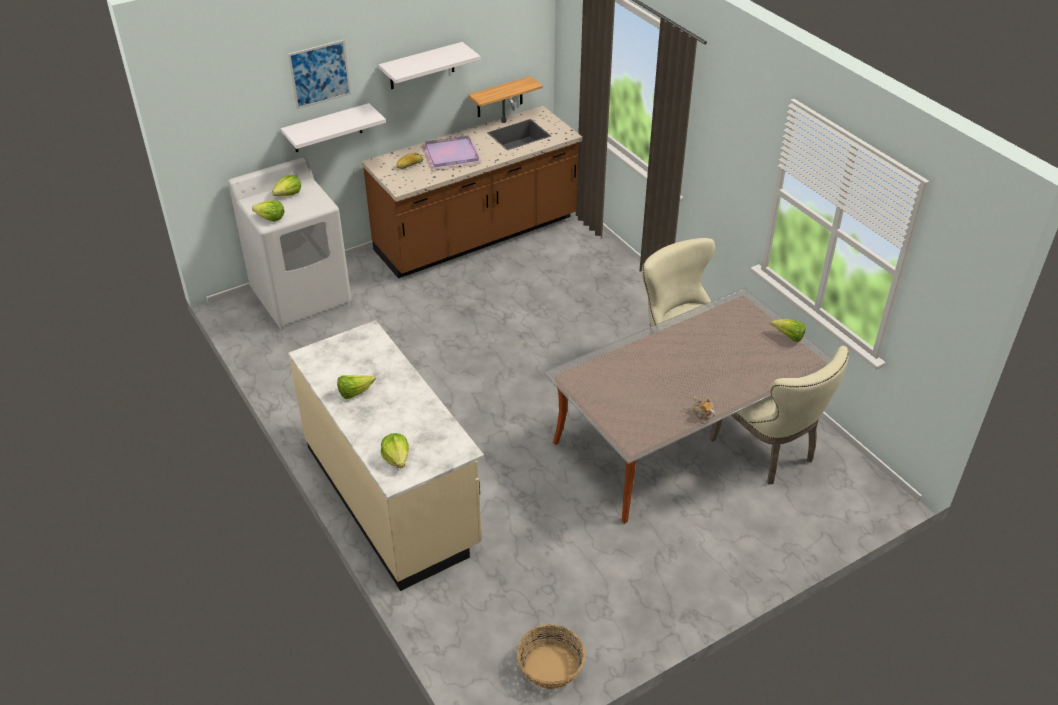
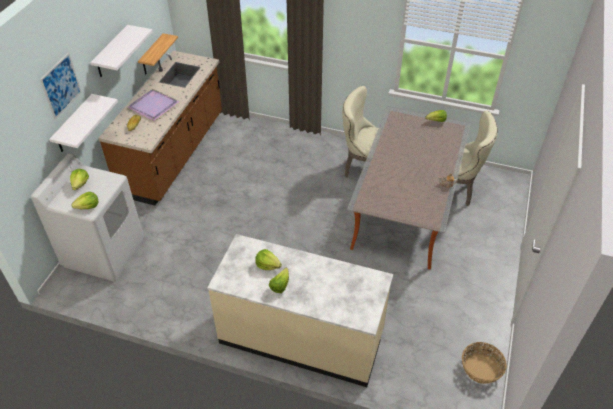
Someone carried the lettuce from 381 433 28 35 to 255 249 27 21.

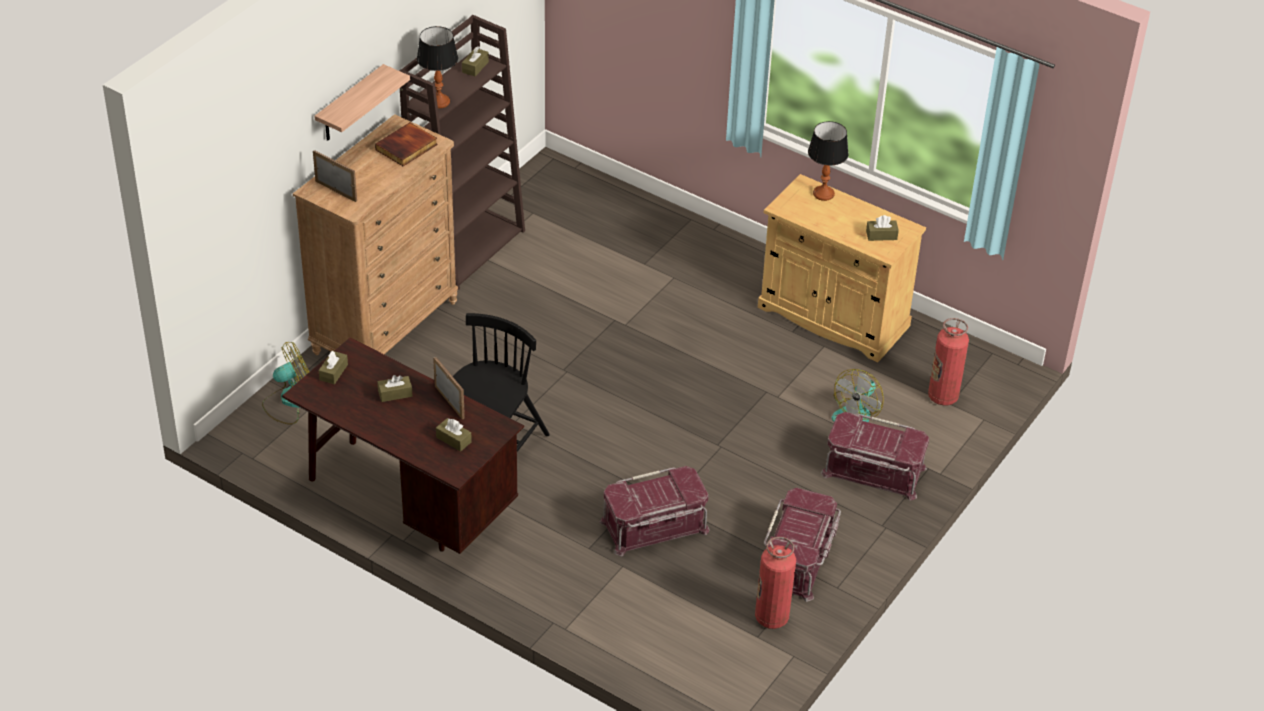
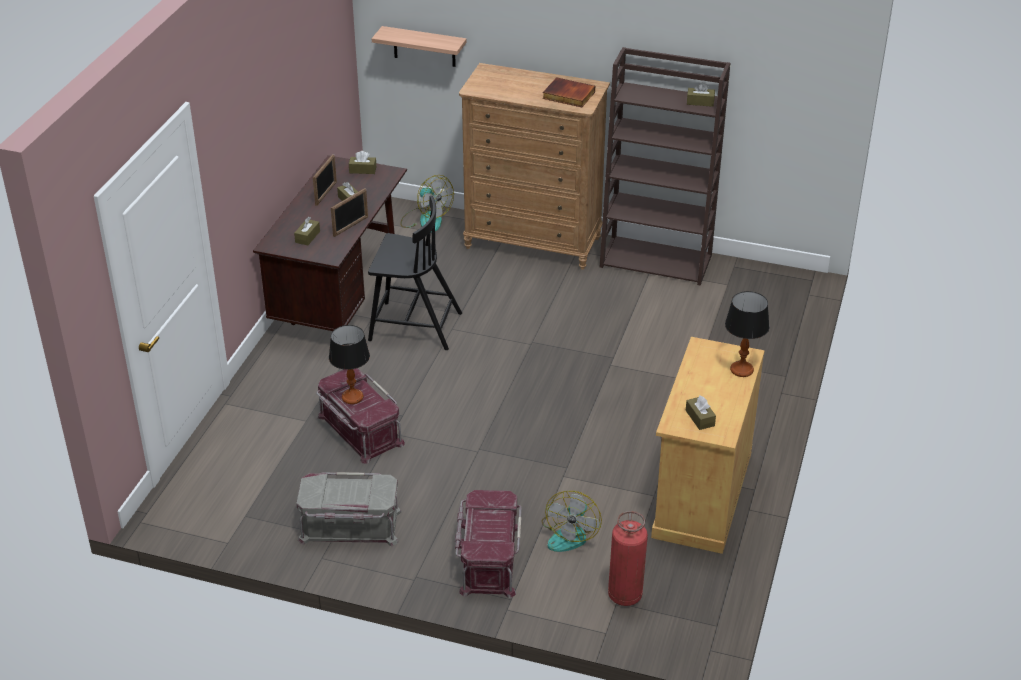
Someone took away the fire-fighting cylinder at 755 537 41 92.
Someone carried the standing frame from 313 150 44 52 to 313 154 24 52.
Someone carried the wall shelf from 314 64 96 77 to 372 26 95 41.
Someone carried the tabletop lamp from 417 26 41 82 to 329 325 41 79.
Someone repainted the storage bin (red-coloured) at 764 488 77 114, which became the storage bin (greyish) at 296 472 106 74.
Someone rotated the fan at 832 369 52 53 by 90 degrees counterclockwise.

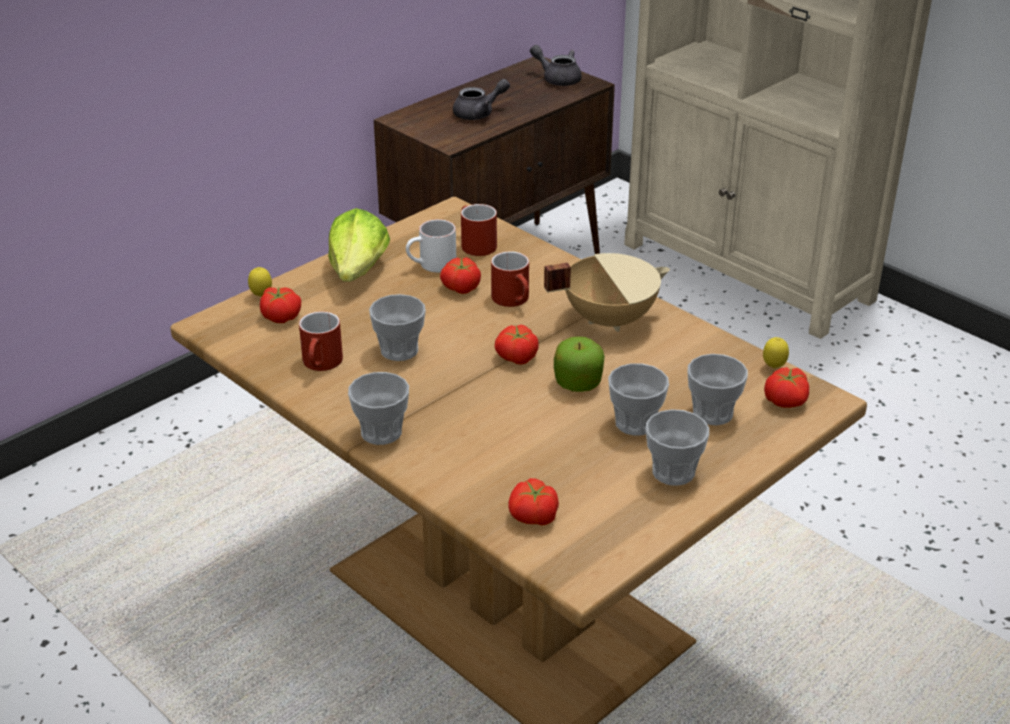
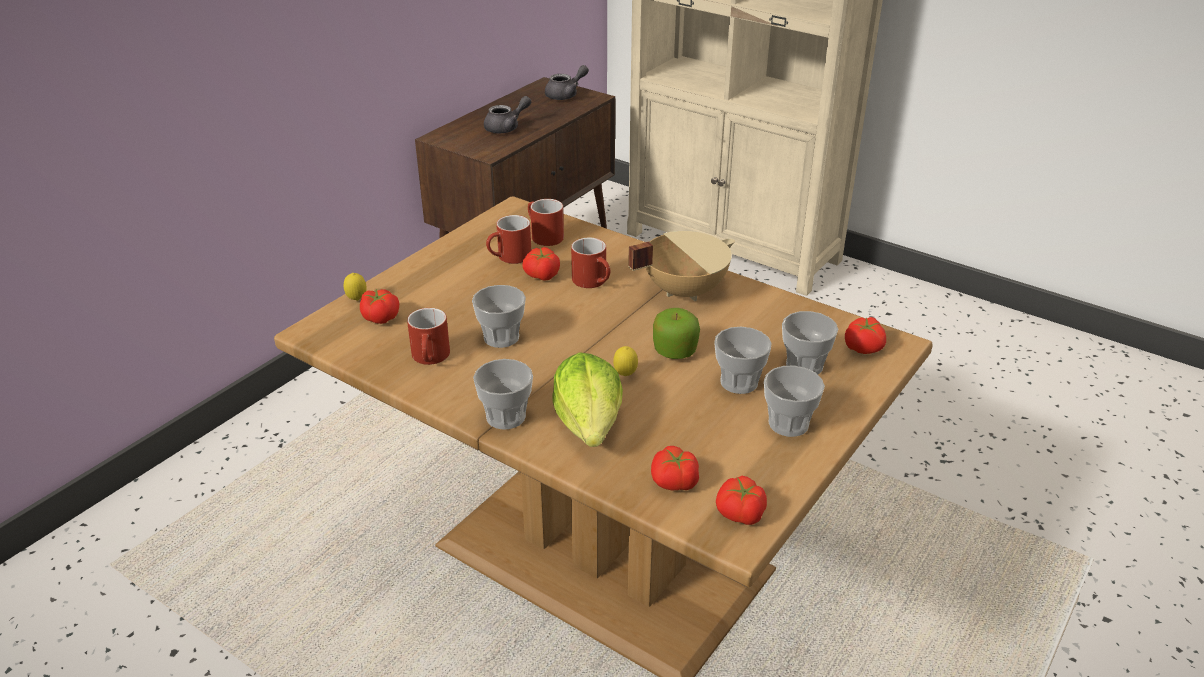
Someone carried the lettuce from 328 208 62 74 to 553 352 70 95.
Someone carried the tomato from 495 324 44 41 to 716 476 51 49.
Someone carried the whole lemon from 763 337 26 31 to 613 346 25 30.
Someone repainted the mug (white) at 406 219 50 54, which became the mug (red-coloured) at 486 215 45 49.
Someone rotated the pot for tea (greyish) at 530 45 52 41 by 120 degrees clockwise.

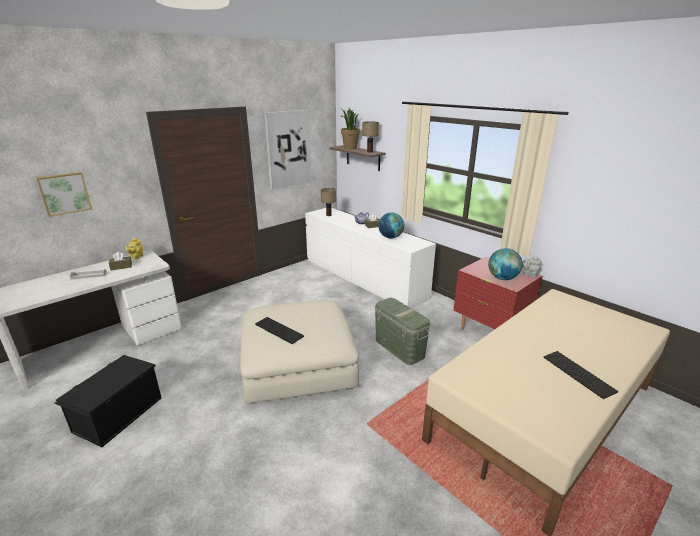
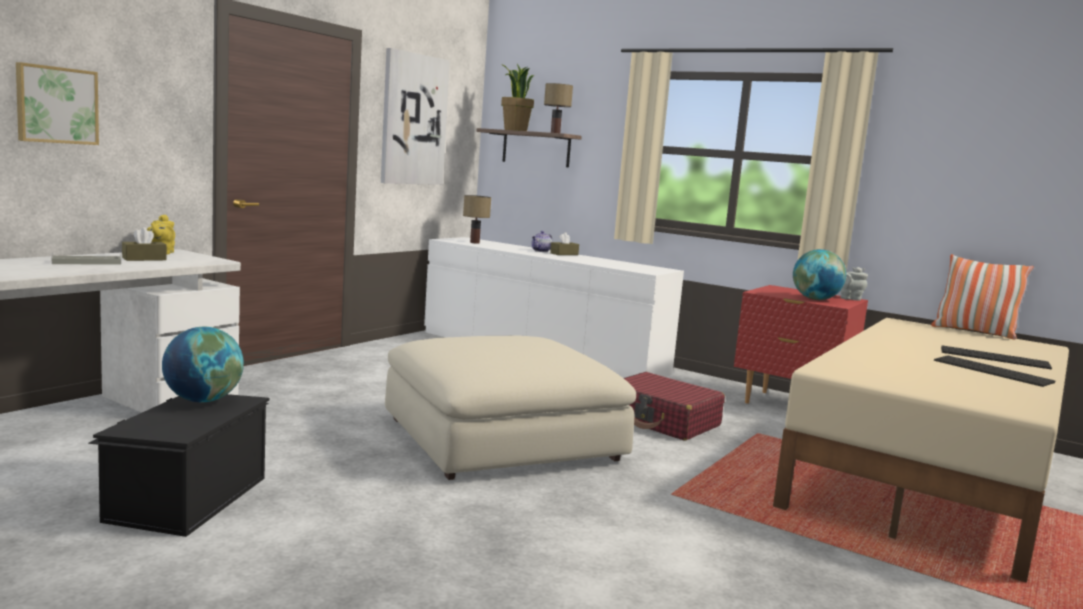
Someone put down the cushion at 931 254 103 86.
Someone carried the keyboard from 255 317 49 27 to 941 346 111 23.
Someone carried the globe from 378 212 26 27 to 162 327 82 75.
Someone swapped the storage bin (green) at 375 298 55 67 for the piece of luggage (red-coloured) at 624 372 101 69.

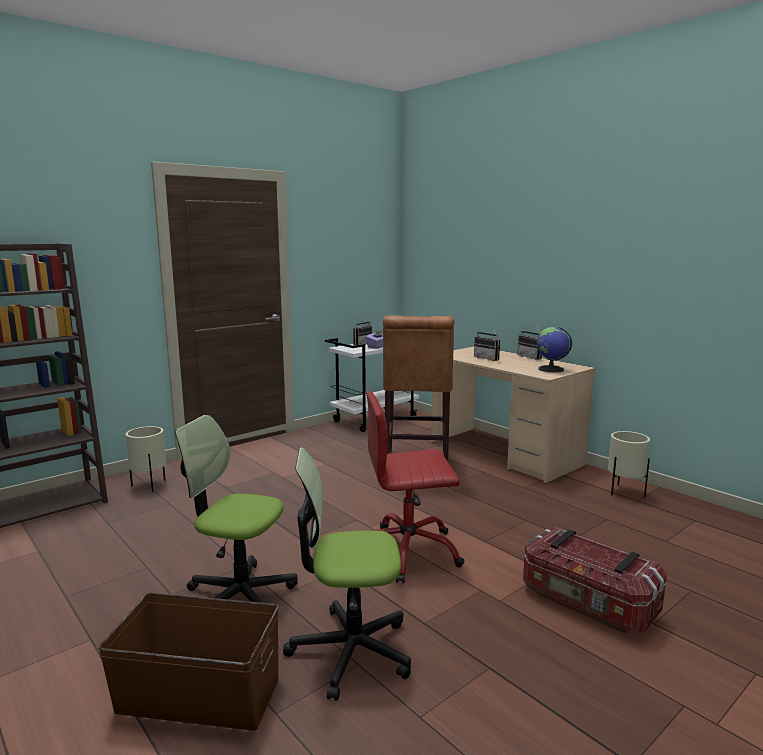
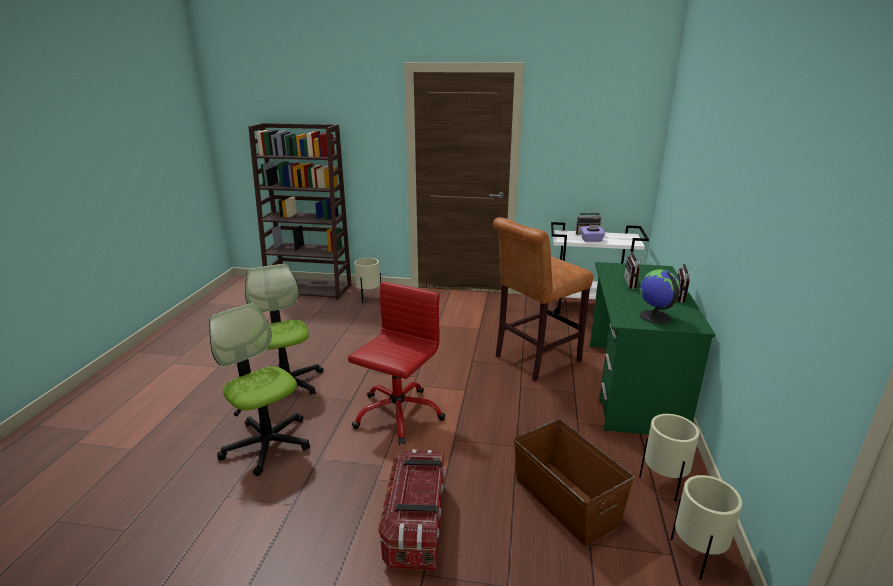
Someone put down the plant pot (beige) at 670 475 72 105.
Someone carried the storage bin (brownish) from 98 593 181 138 to 514 419 120 127.
Someone repainted the desk (beige) at 431 347 164 136, which became the desk (green) at 590 262 126 173.
Someone rotated the office chair (red-coloured) at 366 391 99 192 by 75 degrees clockwise.

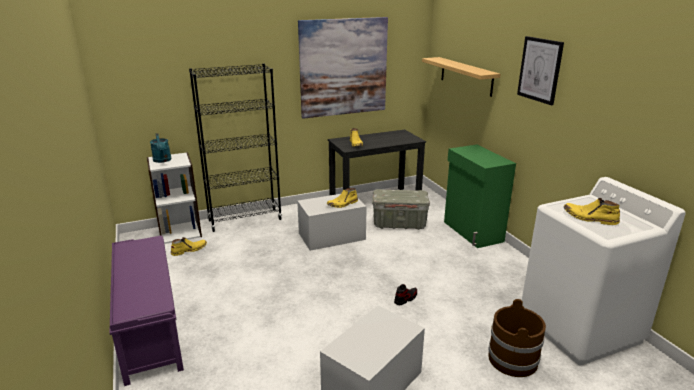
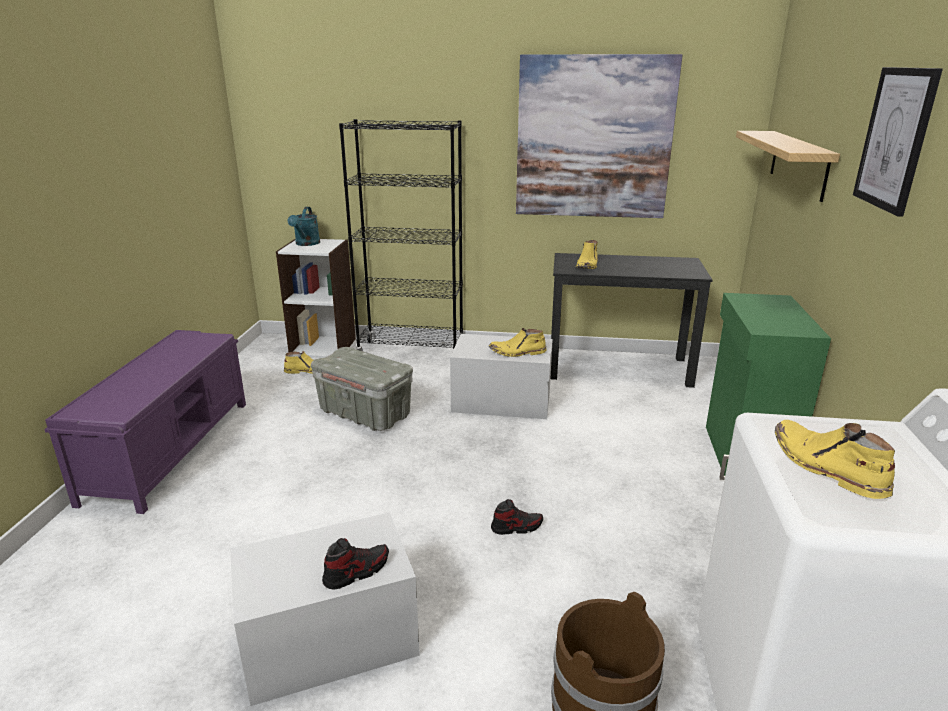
Someone put down the low shoe at 322 538 67 52.
Someone carried the storage bin (greyish) from 372 189 58 41 to 311 347 102 84.

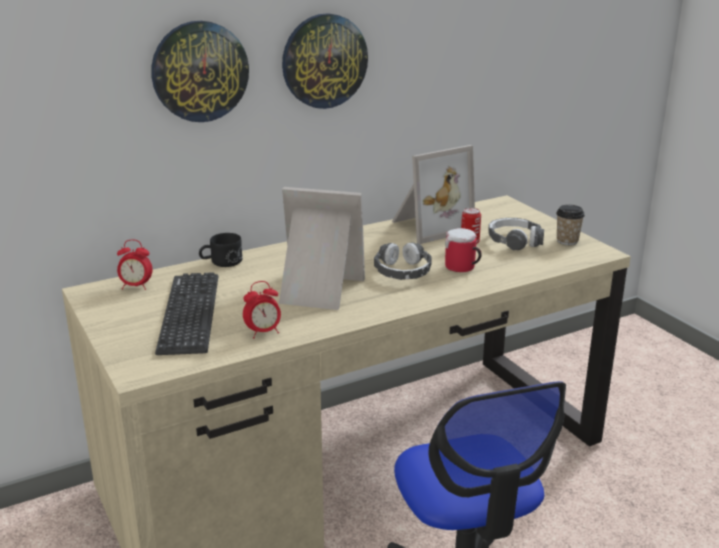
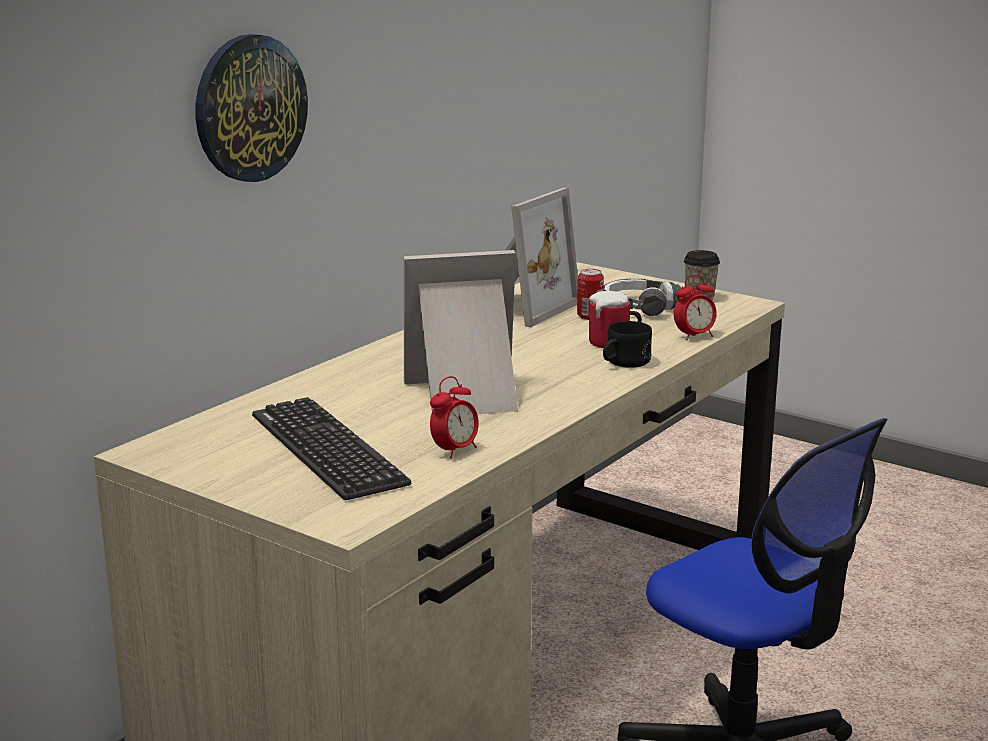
Someone took away the hanging clock at 282 13 86 96.
Someone took away the pair of headphones at 374 242 58 38.
Someone carried the table clock from 117 239 35 51 to 674 275 43 65.
Someone carried the mug (black) from 199 233 44 34 to 603 321 49 47.

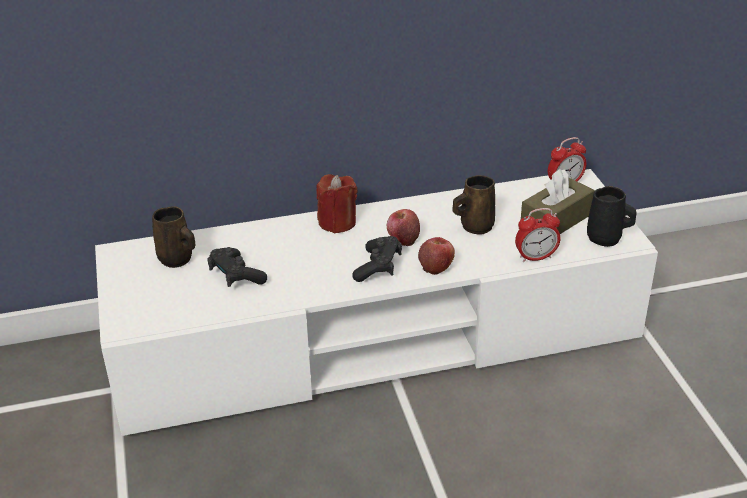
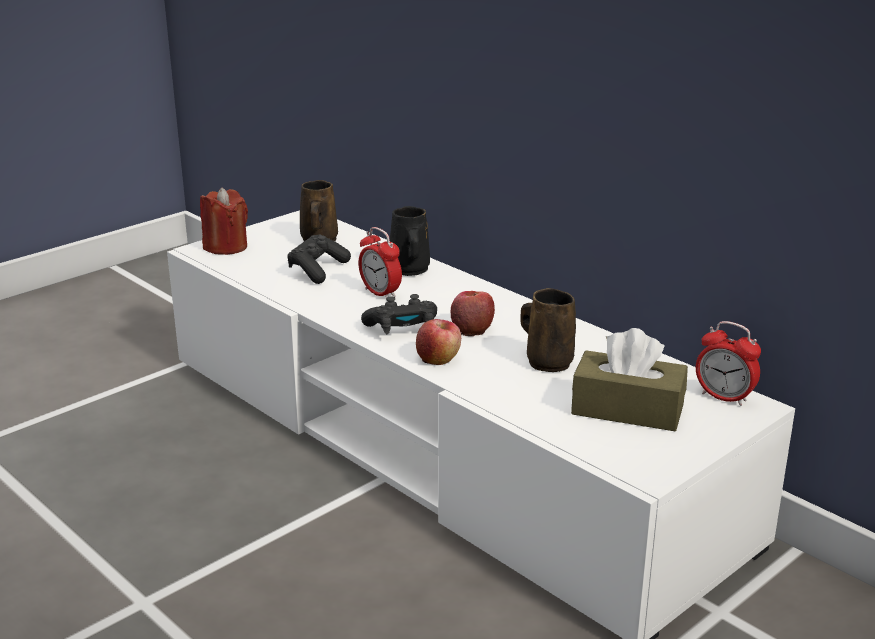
Someone carried the candle (red-coloured) from 316 174 42 59 to 200 188 48 67.
Someone carried the table clock from 515 208 45 54 to 358 227 44 71.
Someone carried the mug (black) from 587 186 50 61 to 390 206 40 70.

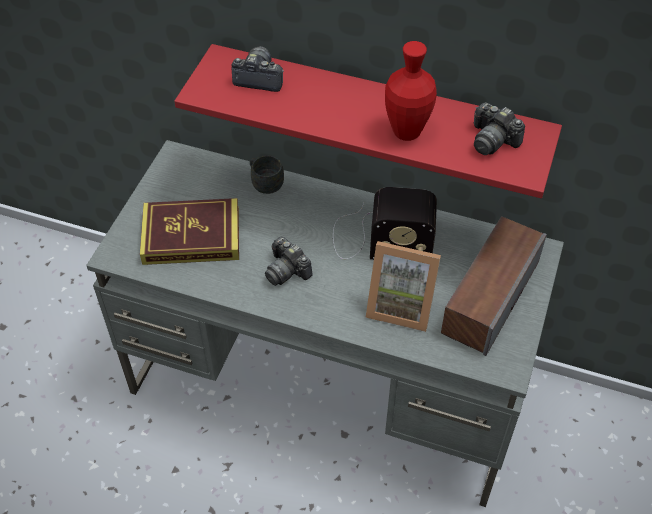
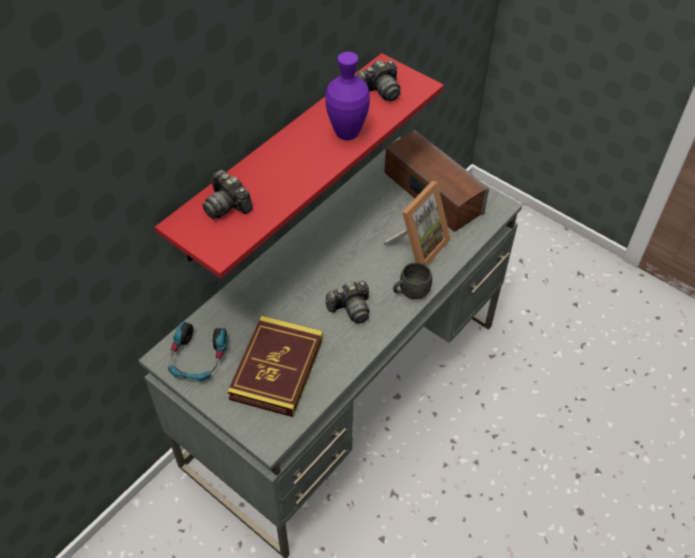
Someone took away the radio set at 333 187 104 73.
Someone put down the pair of headphones at 168 321 60 61.
Someone carried the mug (greyish) from 250 155 34 39 to 393 262 39 37.
Someone repainted the flower vase (red-coloured) at 385 41 52 100, which became the flower vase (purple) at 326 52 44 88.
Someone rotated the photo camera at 231 46 53 46 by 75 degrees counterclockwise.

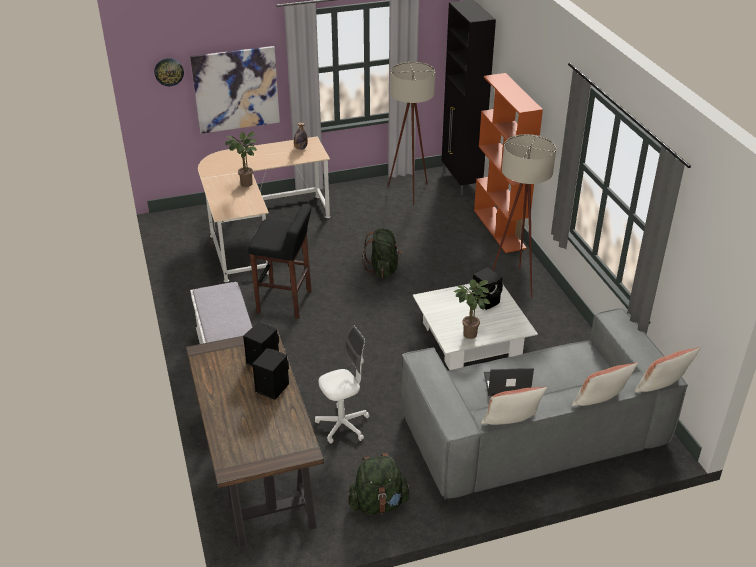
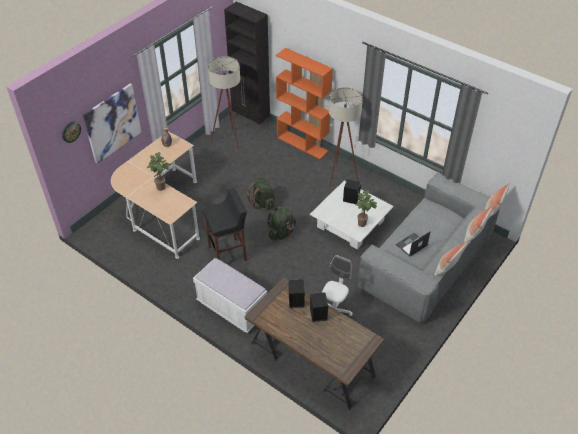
Someone carried the rucksack (green) from 348 453 62 61 to 267 207 29 34.

